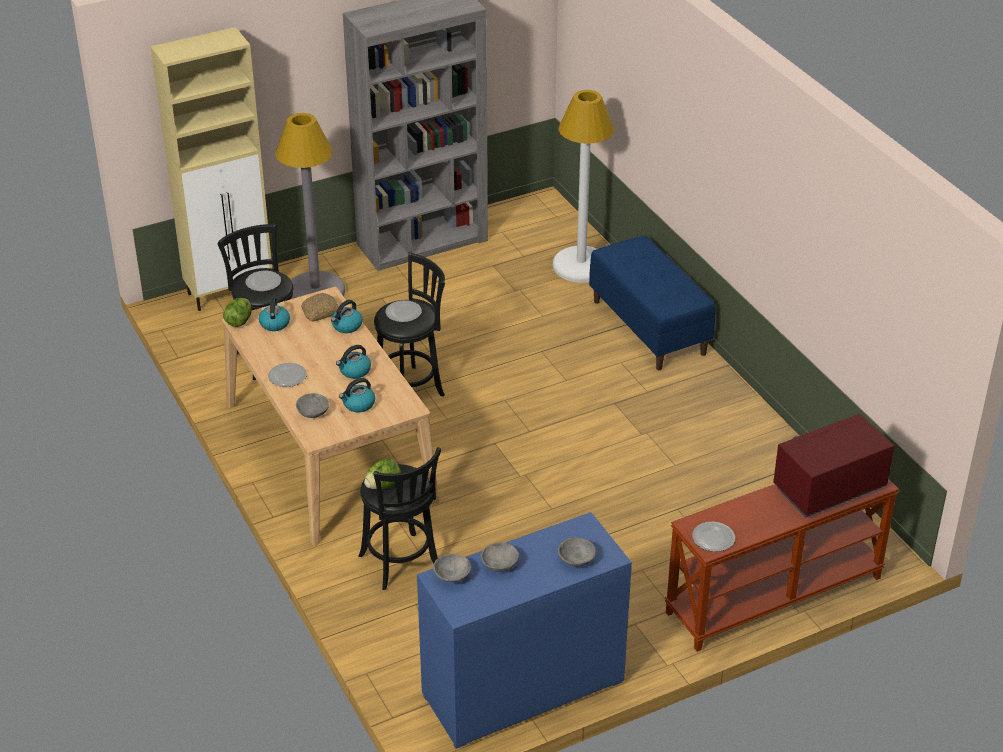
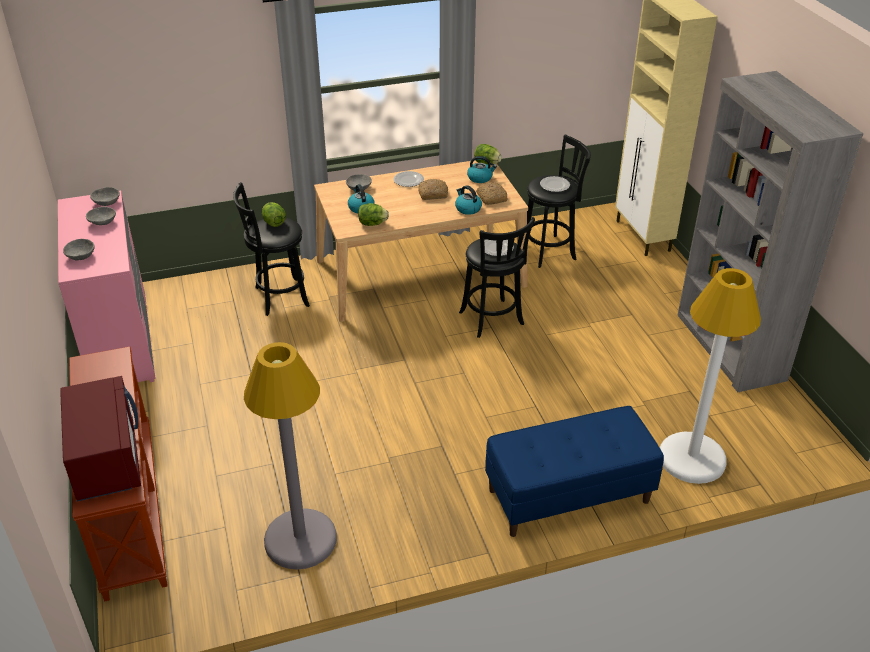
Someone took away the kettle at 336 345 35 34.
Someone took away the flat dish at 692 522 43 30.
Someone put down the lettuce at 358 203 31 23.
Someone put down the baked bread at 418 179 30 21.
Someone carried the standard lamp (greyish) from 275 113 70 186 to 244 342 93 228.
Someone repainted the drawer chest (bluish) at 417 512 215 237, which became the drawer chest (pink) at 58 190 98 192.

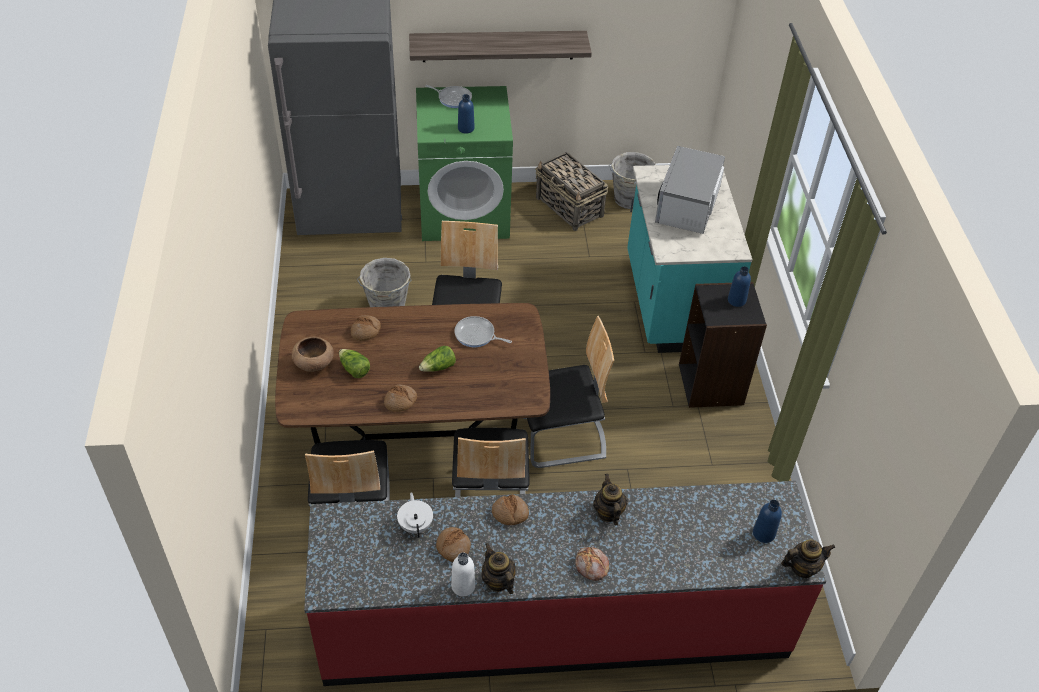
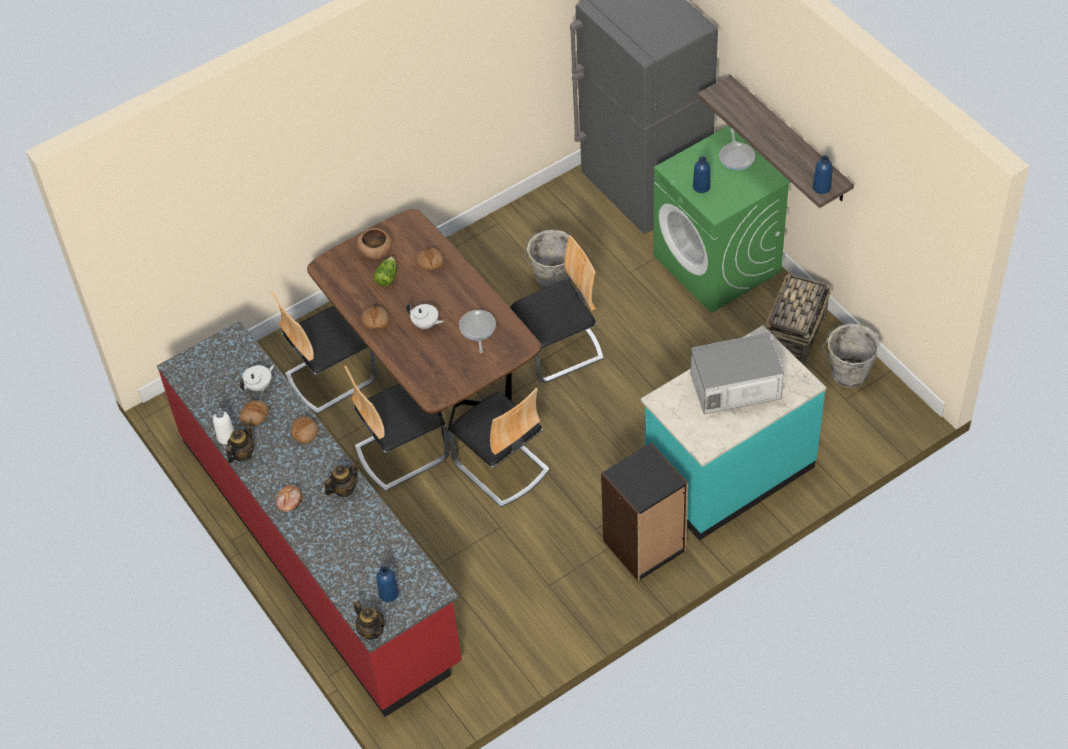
Someone carried the beverage bottle (bluish) from 728 266 23 41 to 813 155 20 39.
Someone swapped the lettuce at 419 346 37 26 for the pot for tea (white) at 407 303 37 26.

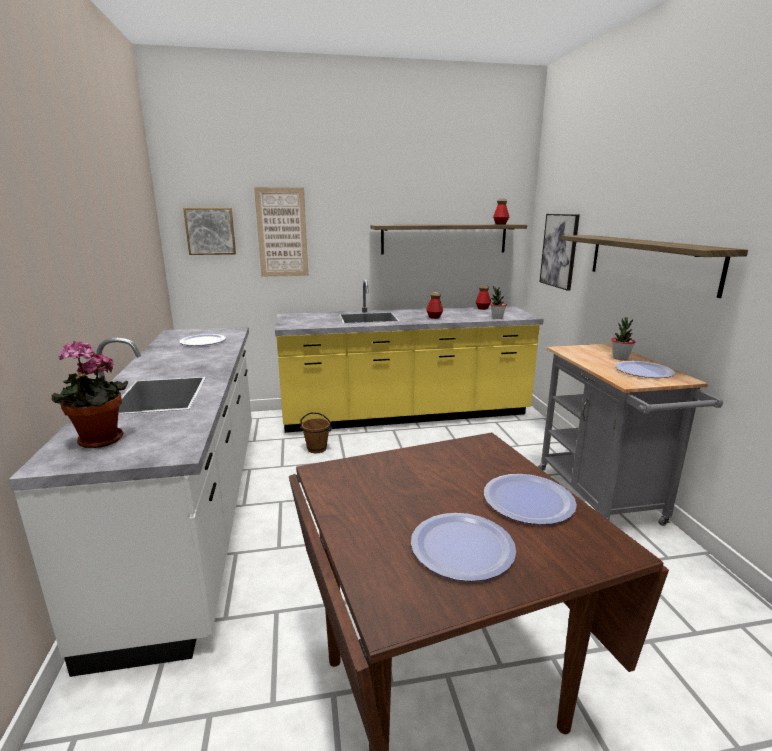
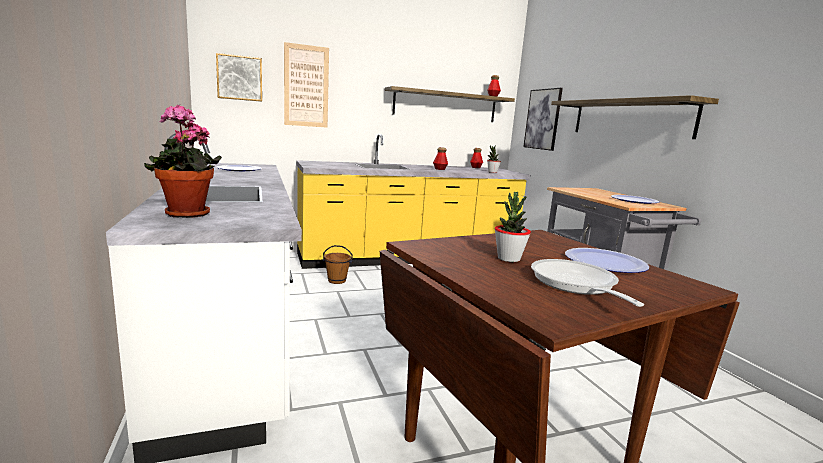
Someone carried the potted plant from 611 317 25 43 to 495 192 36 70.
Someone swapped the flat dish at 411 513 105 68 for the frying pan at 531 259 113 48.

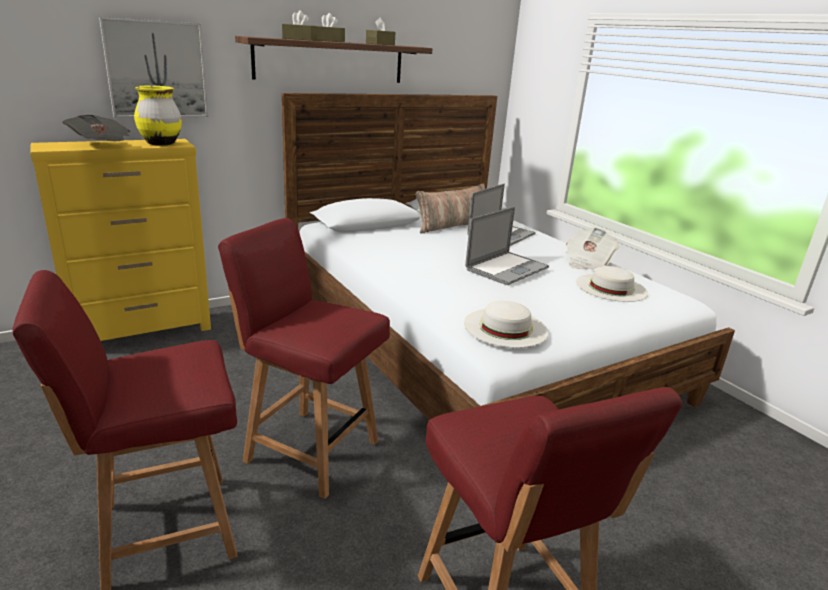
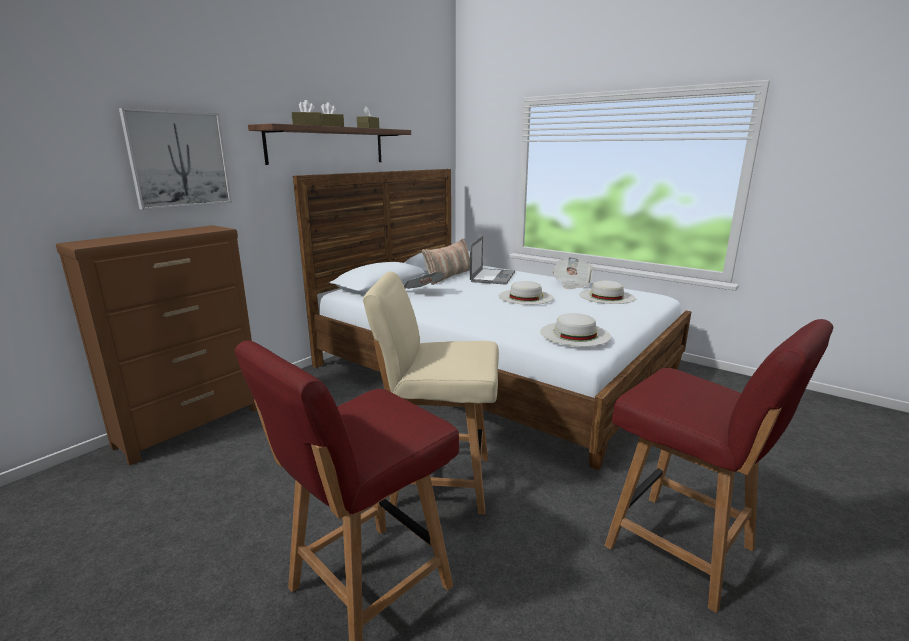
Someone took away the flower vase (yellowish) at 134 86 48 60.
Someone carried the newspaper from 62 115 68 26 to 404 272 41 17.
Someone swapped the laptop at 465 207 84 78 for the hat (white) at 499 281 55 24.
Someone repainted the drawer chest (yellowish) at 30 139 181 202, which became the drawer chest (brownish) at 56 225 201 240.
Someone repainted the plain chair (red-coloured) at 218 218 172 281, which became the plain chair (beige) at 363 272 136 242.

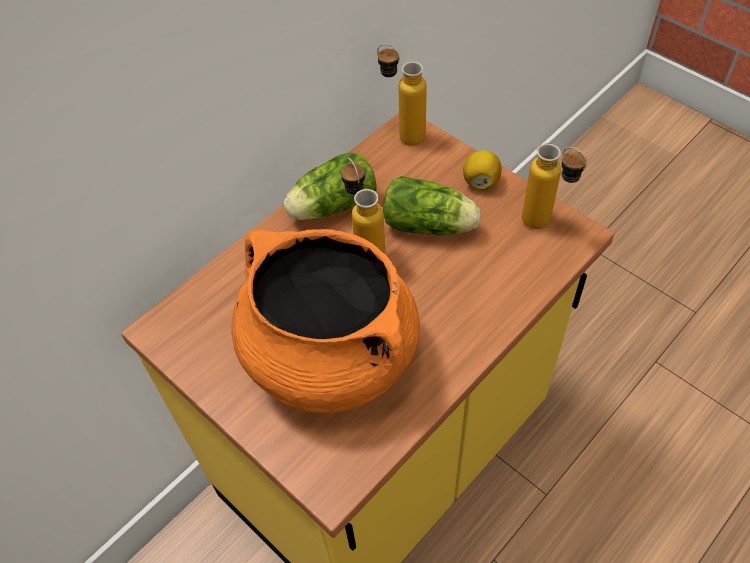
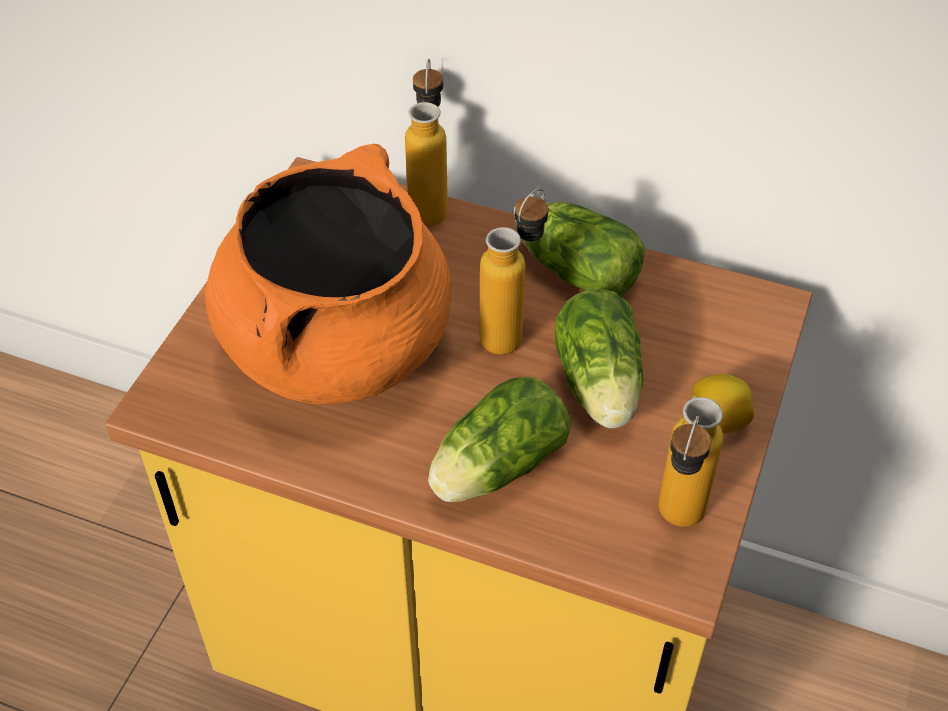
Someone put down the lettuce at 428 377 143 125.
Someone carried the beverage bottle from 377 44 50 102 to 405 59 43 167.

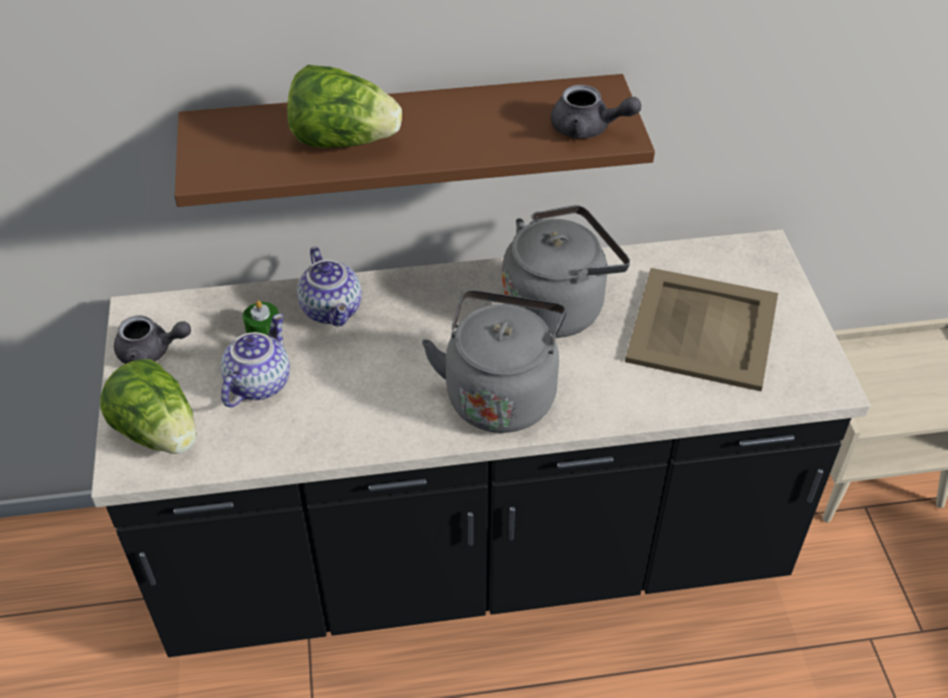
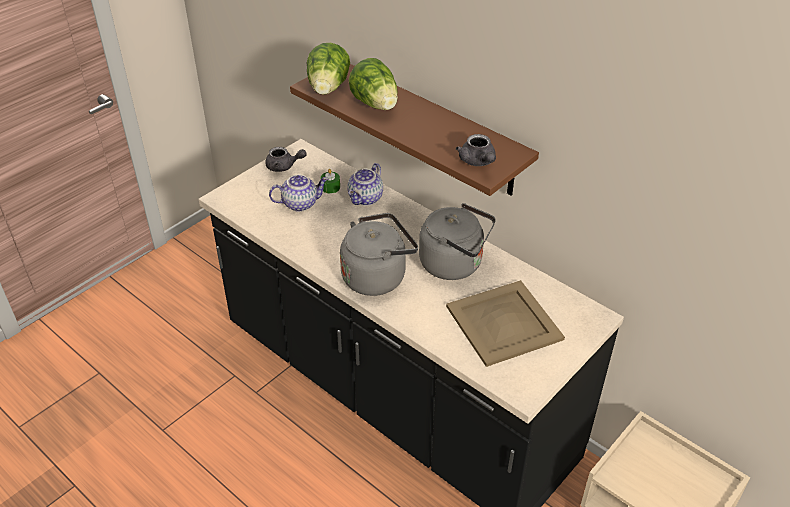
Someone carried the lettuce from 100 359 96 95 to 307 43 43 52.
Someone rotated the pot for tea (greyish) at 114 315 77 49 by 45 degrees counterclockwise.

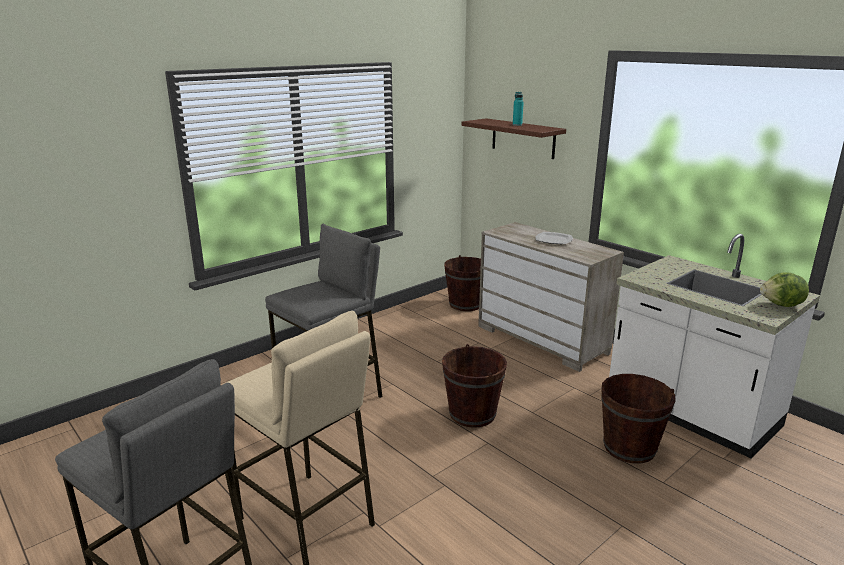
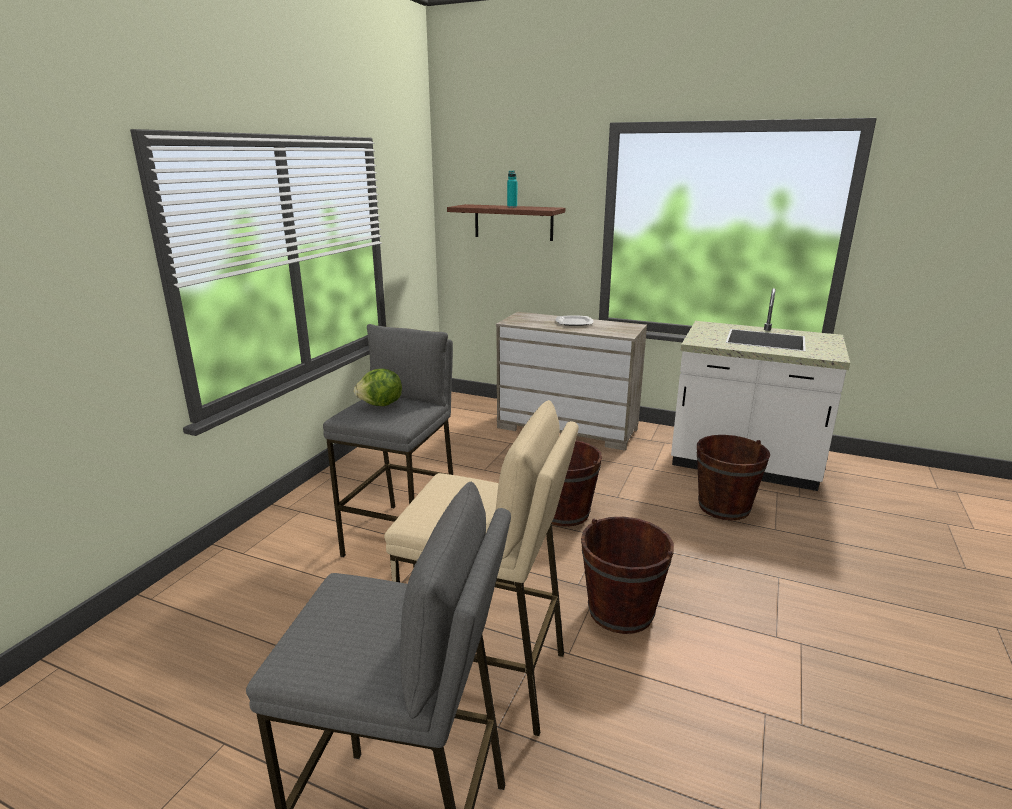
Someone carried the water bucket (brownish) from 444 255 37 56 to 581 517 93 117.
Someone carried the lettuce from 760 272 49 35 to 354 369 48 37.

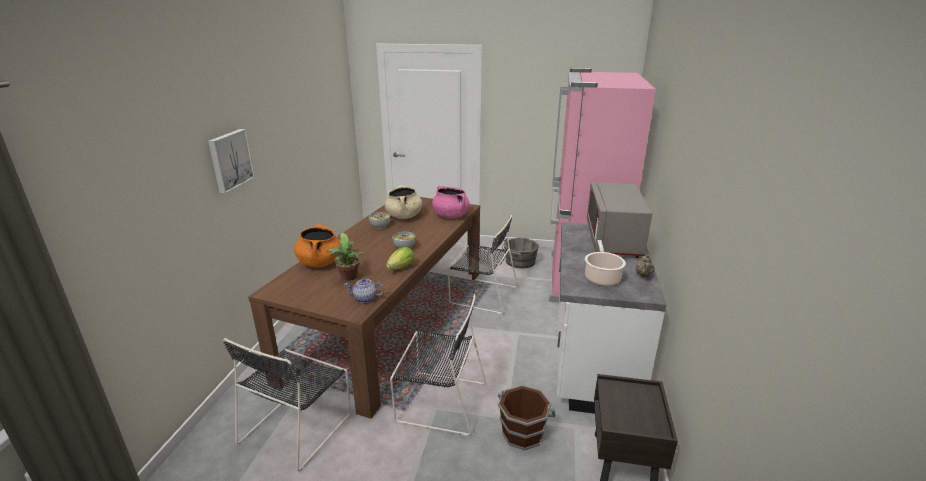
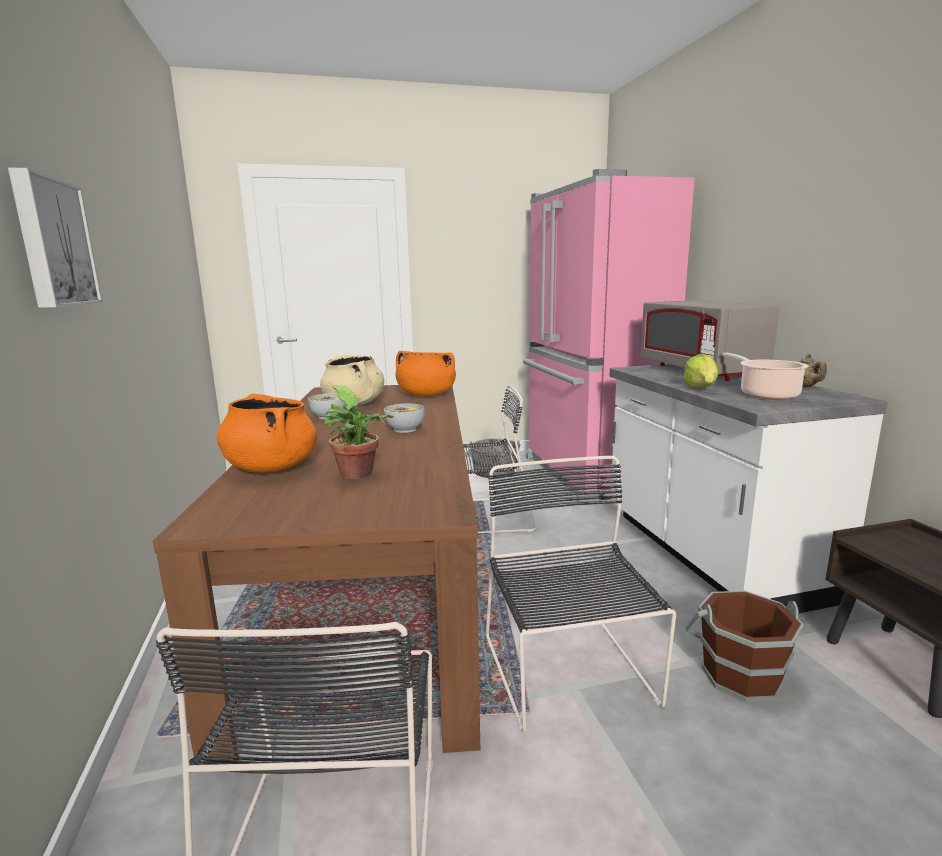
Someone took away the pot for tea at 345 278 39 25.
Someone carried the lettuce from 386 247 28 23 to 683 354 35 34.
Someone repainted the cooking pot (pink) at 432 186 38 33, which became the cooking pot (orangey) at 395 351 61 46.
Someone rotated the plain chair (black) at 390 294 96 142 by 90 degrees counterclockwise.

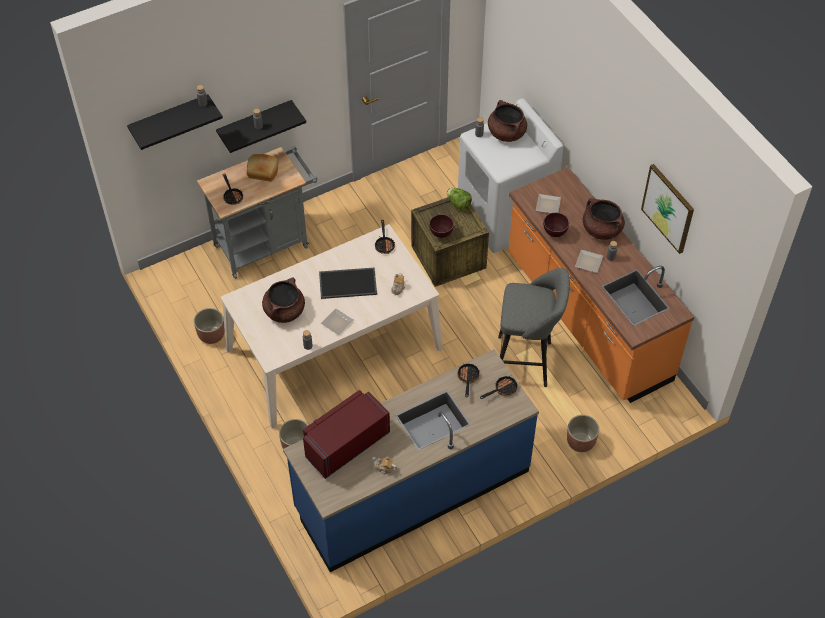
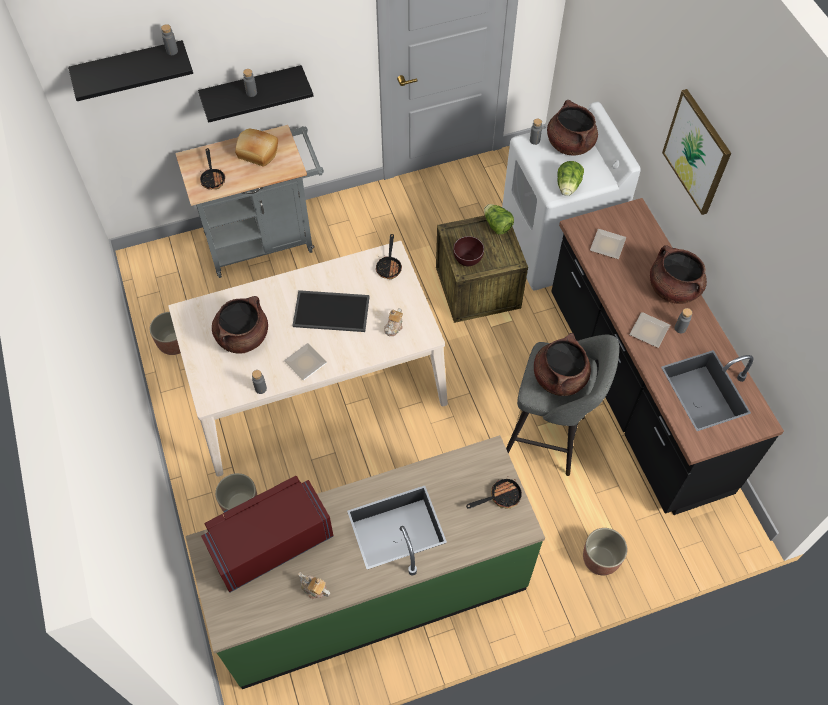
Someone took away the frying pan at 457 363 23 35.
Someone took away the deep dish (brownish) at 544 212 25 25.
Someone put down the cooking pot (brownish) at 534 333 57 63.
Someone put down the lettuce at 557 161 27 35.
Someone carried the wall art from 641 164 53 90 to 662 89 69 126.
Someone repainted the kitchen counter (bluish) at 283 349 256 223, which became the kitchen counter (green) at 186 435 359 254.
Someone repainted the kitchen counter (orangey) at 509 167 185 236, which became the kitchen counter (black) at 551 198 233 317.

